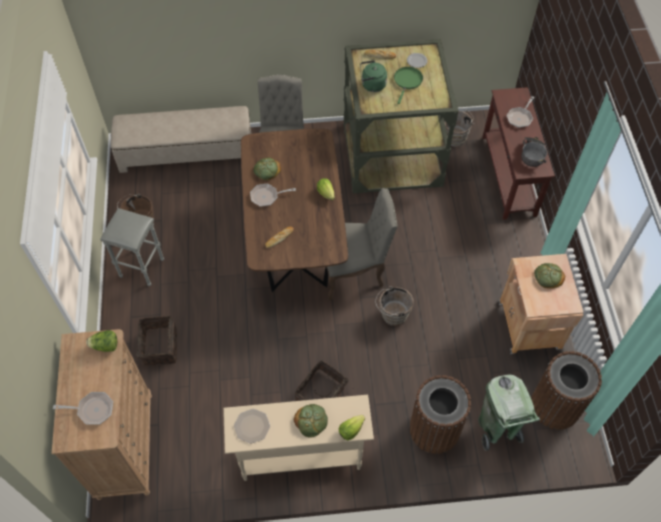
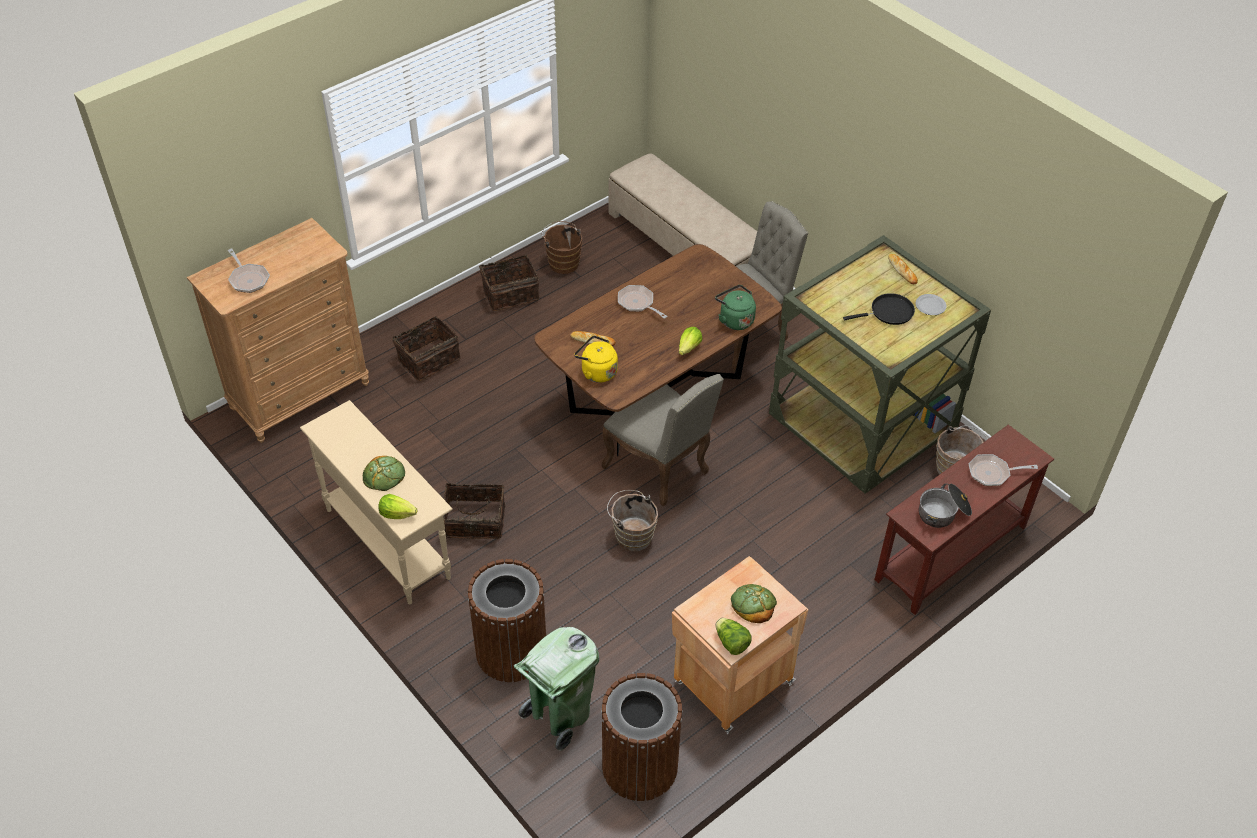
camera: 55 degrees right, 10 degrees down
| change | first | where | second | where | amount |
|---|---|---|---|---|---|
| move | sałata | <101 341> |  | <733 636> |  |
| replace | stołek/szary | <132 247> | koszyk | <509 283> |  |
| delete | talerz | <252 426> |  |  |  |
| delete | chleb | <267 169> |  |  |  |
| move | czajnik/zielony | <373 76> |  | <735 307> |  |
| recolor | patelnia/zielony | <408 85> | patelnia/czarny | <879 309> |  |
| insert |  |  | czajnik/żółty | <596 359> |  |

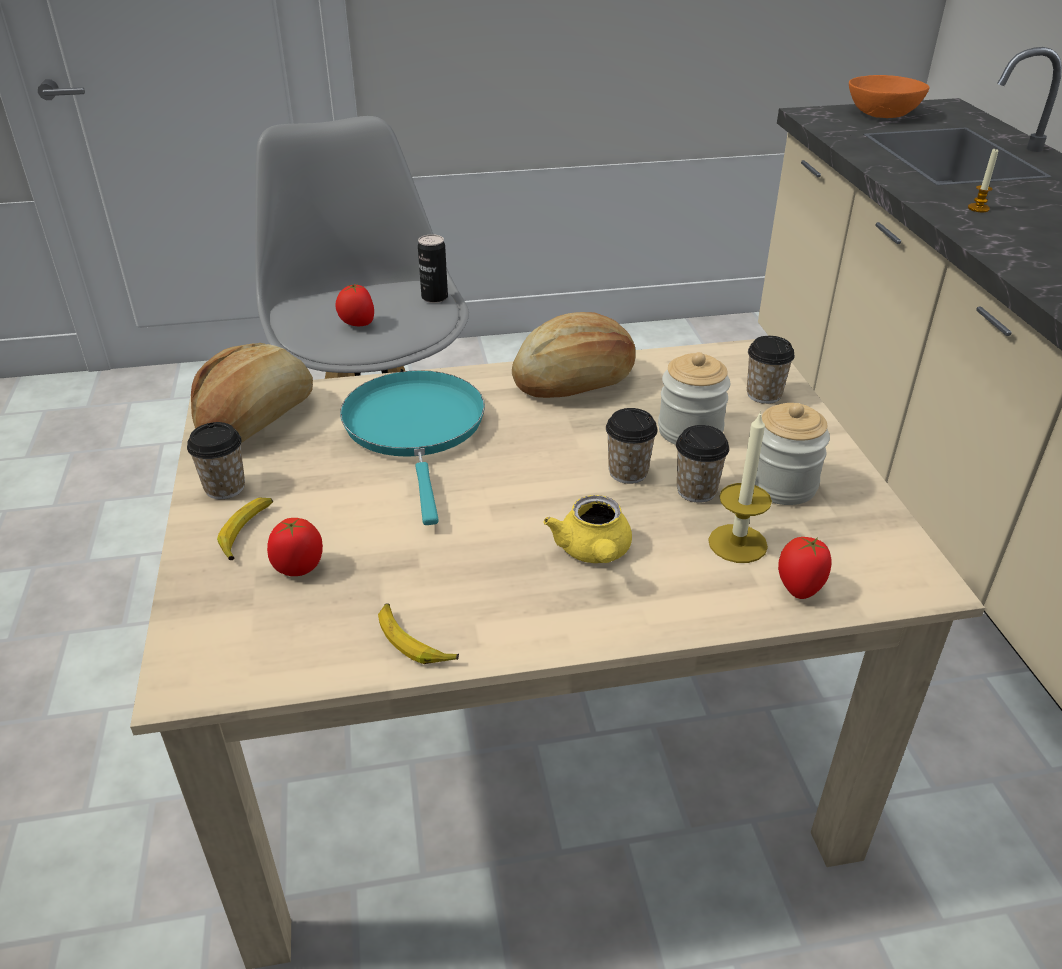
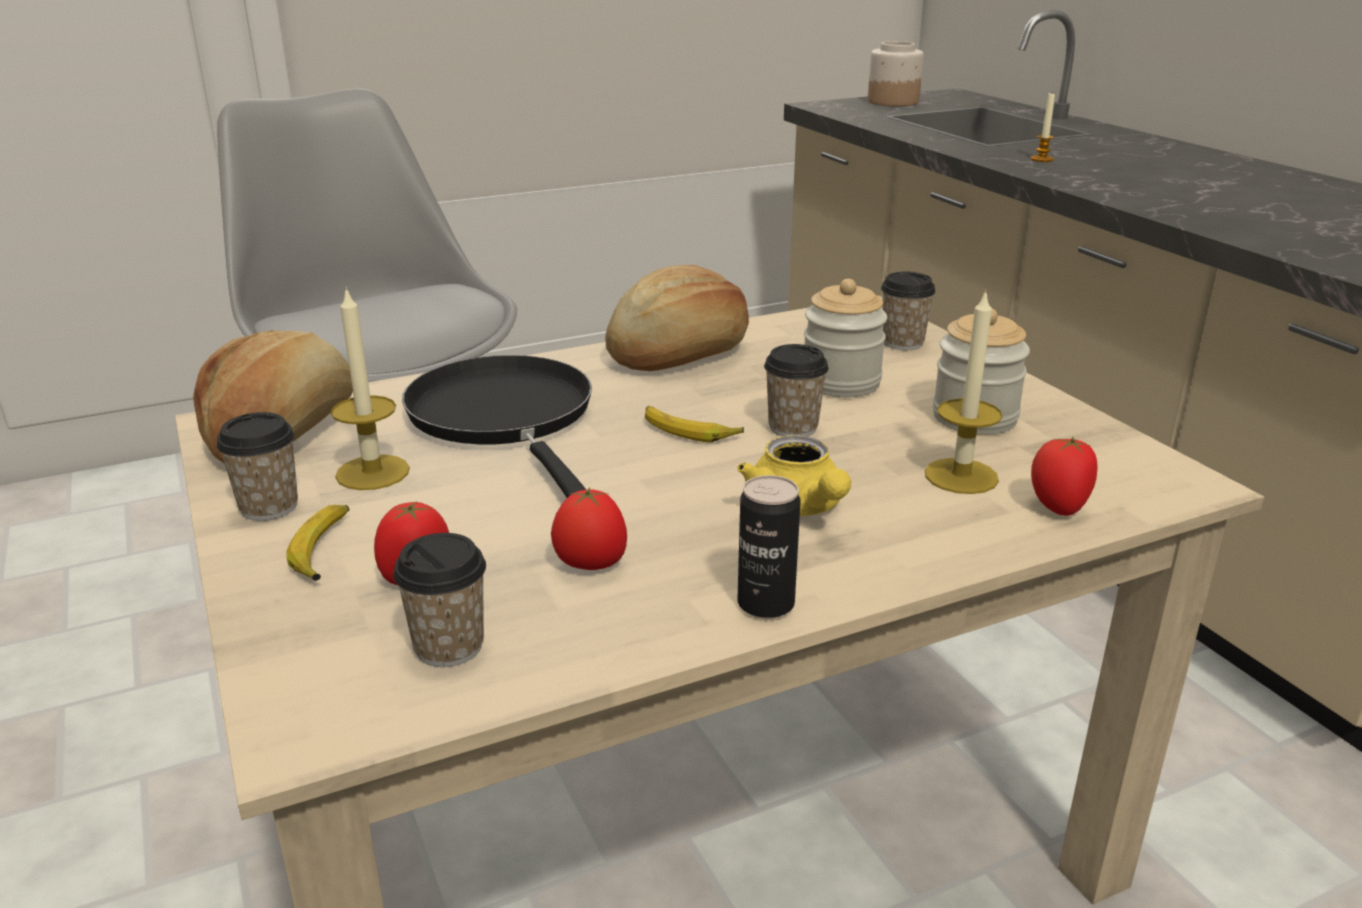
camera: 15 degrees left, 10 degrees down
| change | first | where | second | where | amount |
|---|---|---|---|---|---|
| move | pomidor | <354 305> |  | <589 528> |  |
| recolor | patelnia/turkusowy | <412 447> | patelnia/czarny | <497 426> |  |
| move | banan | <418 633> |  | <694 424> |  |
| move | puszka | <433 268> |  | <769 546> |  |
| move | filiżanka | <702 464> |  | <439 600> |  |
| replace | miska/pomarańczowy | <889 96> | słoik | <896 73> |  |
| insert |  |  | świeca | <370 388> |  |

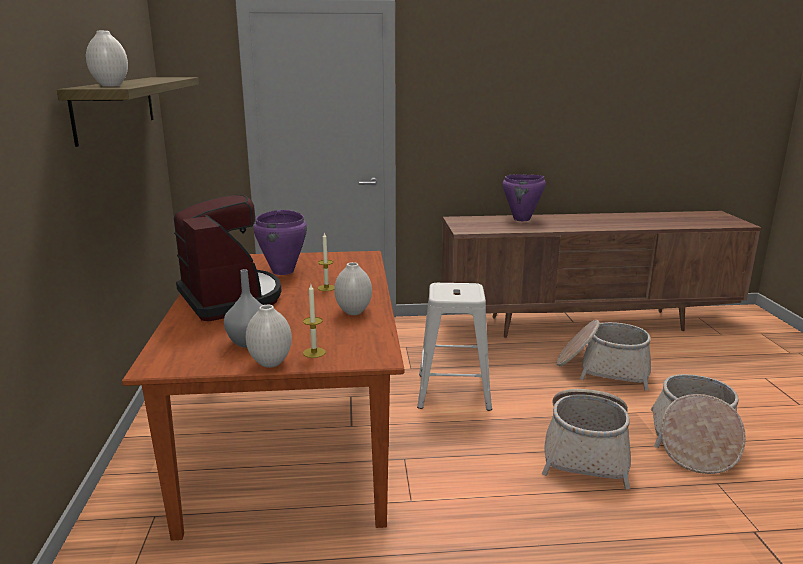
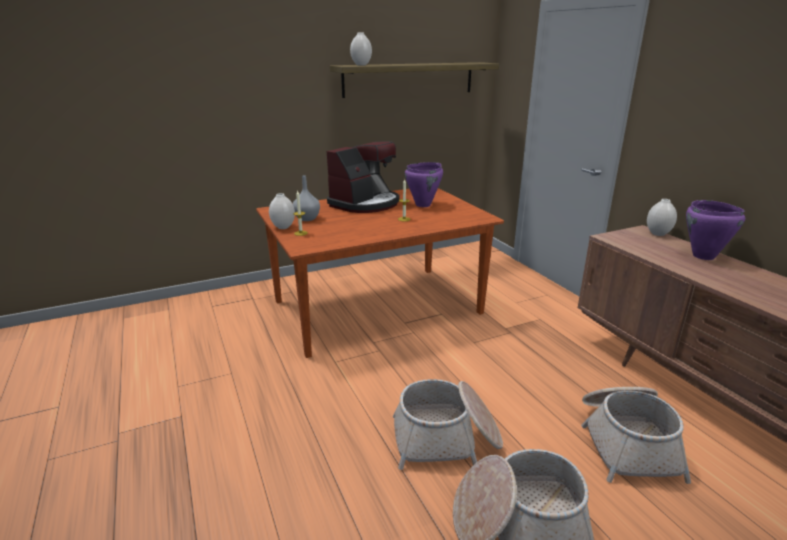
camera: 70 degrees right, 5 degrees up
| change | first | where | second | where | amount |
|---|---|---|---|---|---|
| move | wazon/biały | <353 288> |  | <662 217> |  |
| delete | stołek/biały | <454 347> |  |  |  |

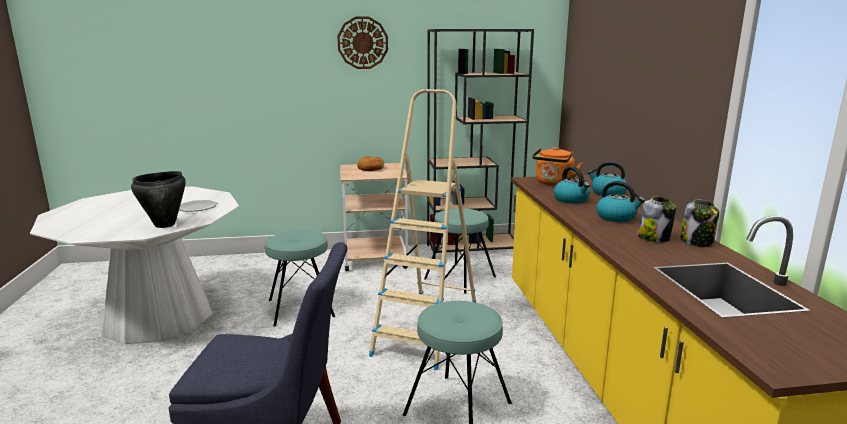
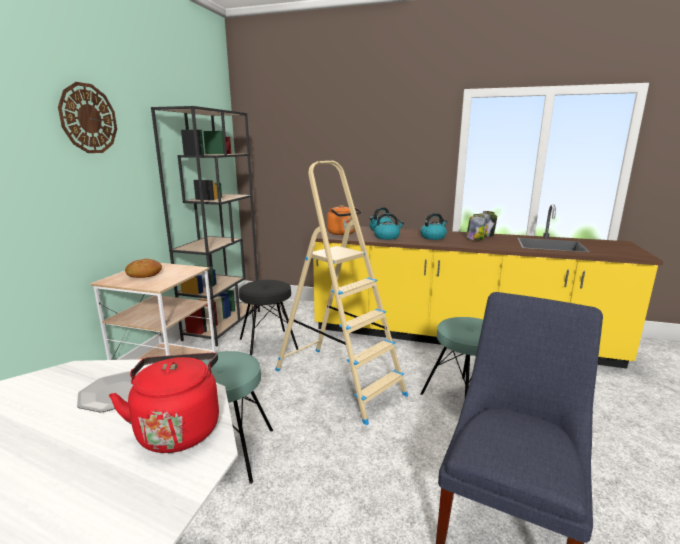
camera: 65 degrees left, 0 degrees up
| change | first | where | second | where | amount |
|---|---|---|---|---|---|
| replace | garnek/czarny | <158 199> | czajnik/czerwony | <164 403> |  |
| recolor | stołek/turkusowy | <460 251> | stołek/czarny | <268 317> |  |

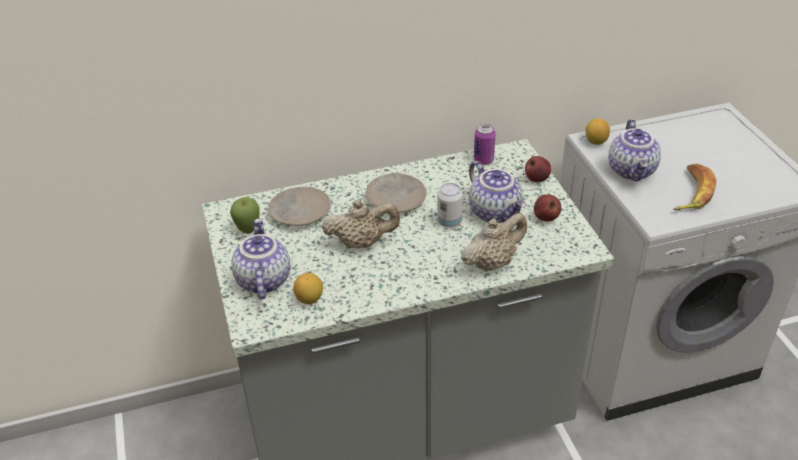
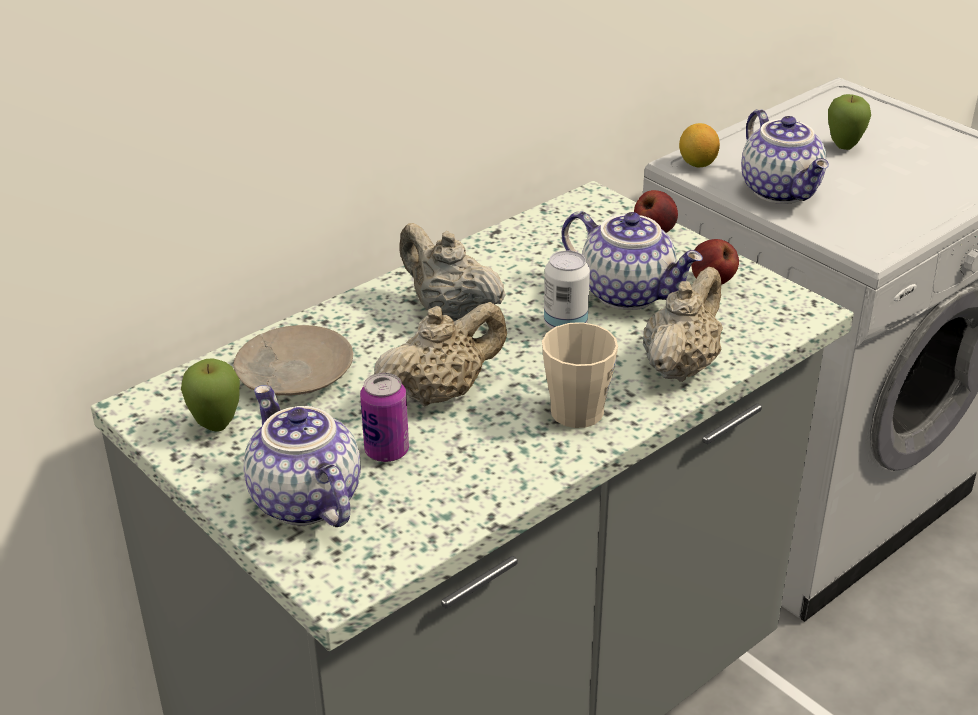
camera: 25 degrees left, 5 degrees down
| change | first | where | second | where | amount |
|---|---|---|---|---|---|
| delete | cytryna | <308 288> |  |  |  |
| replace | talerz/beżowy | <396 192> | imbryk/beżowy | <453 272> |  |
| move | puszka | <485 144> |  | <384 417> |  |
| delete | banan | <695 187> |  |  |  |
| insert |  |  | kubek/beżowy | <580 375> |  |
| insert |  |  | jabłko | <849 122> |  |

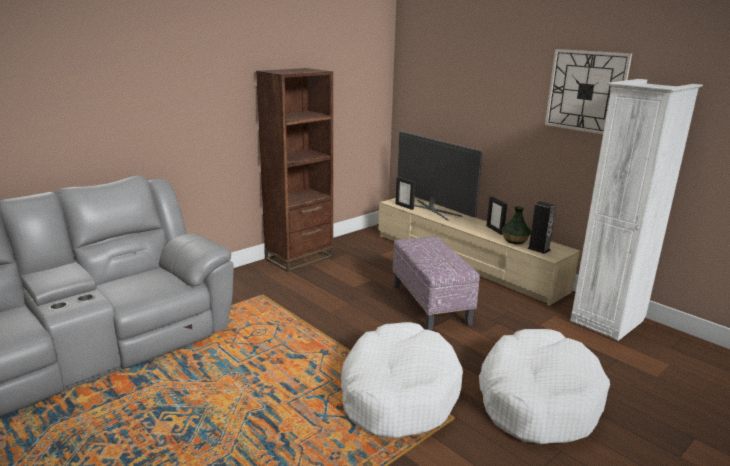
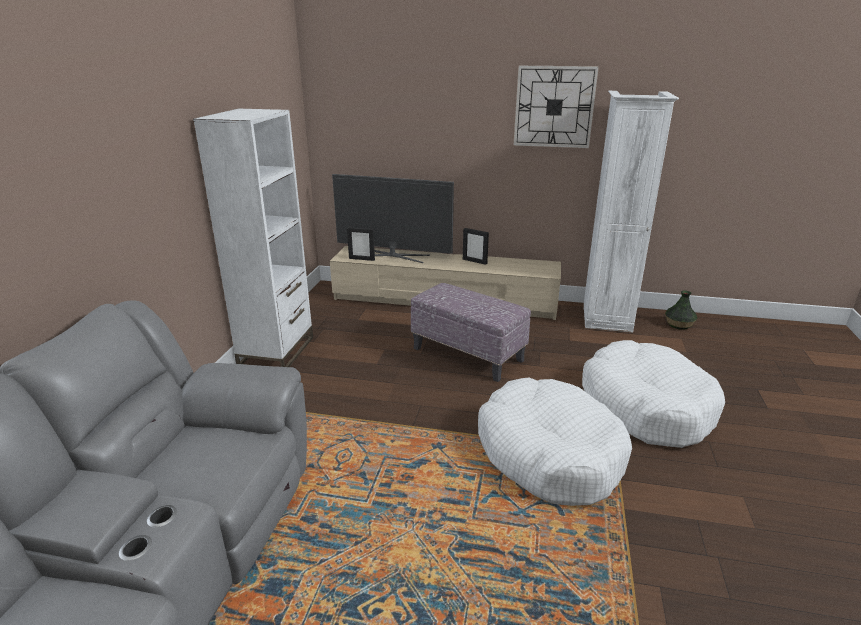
camera: 35 degrees left, 5 degrees up
| change | first | where | second | where | amount |
|---|---|---|---|---|---|
| recolor | regał/brązowy | <294 170> | regał/biały | <253 238> |  |
| move | wazon | <516 225> |  | <681 309> |  |
| delete | głośnik | <541 227> |  |  |  |

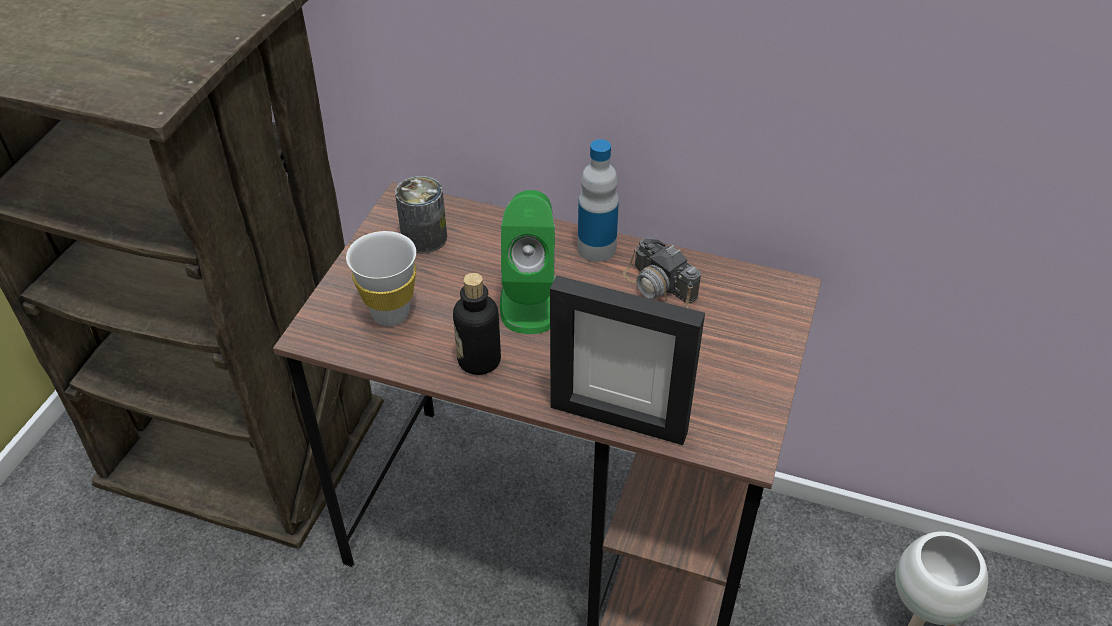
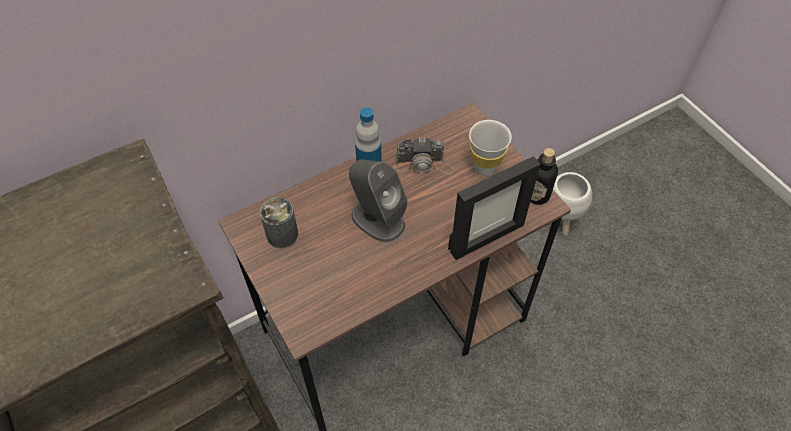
camera: 50 degrees left, 10 degrees up
| change | first | where | second | where | amount |
|---|---|---|---|---|---|
| move | filiżanka/biały | <381 278> |  | <490 148> |  |
| move | butelka | <477 324> |  | <544 176> |  |
| recolor | głośnik/zielony | <528 262> | głośnik/szary | <378 200> |  |

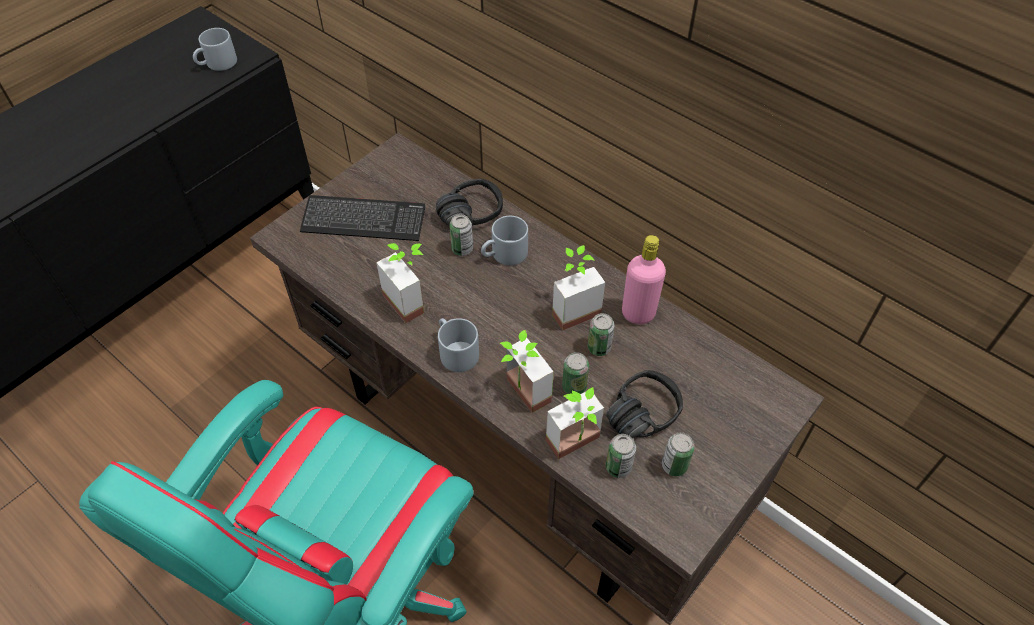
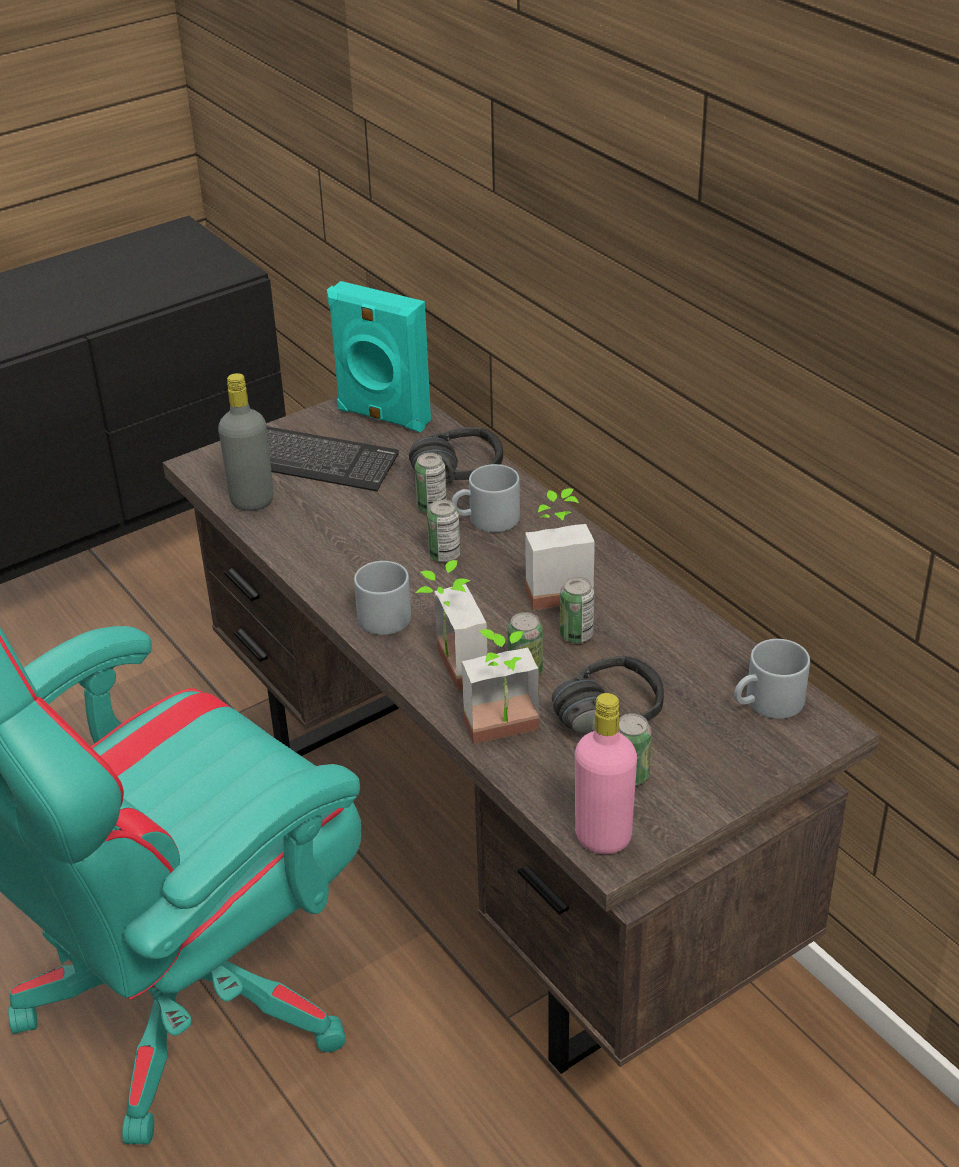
camera: 15 degrees right, 15 degrees down
| change | first | where | second | where | amount |
|---|---|---|---|---|---|
| move | kubek/szary | <215 49> |  | <772 679> |  |
| delete | roślina doniczkowa | <400 283> |  |  |  |
| move | puszka | <621 456> |  | <443 531> |  |
| move | butelka/różowy | <644 279> |  | <606 773> |  |
| insert |  |  | butelka/szary | <246 442> |  |
| insert |  |  | głośnik/turkusowy | <379 356> |  |

